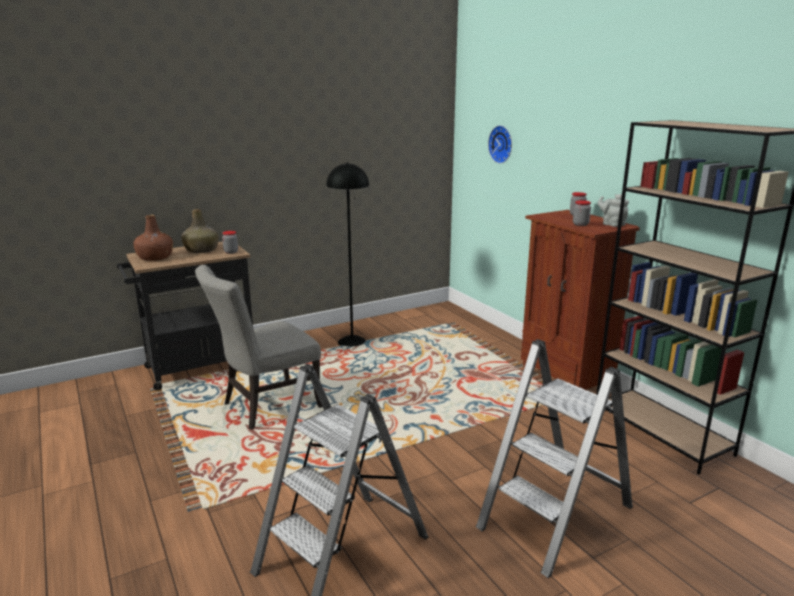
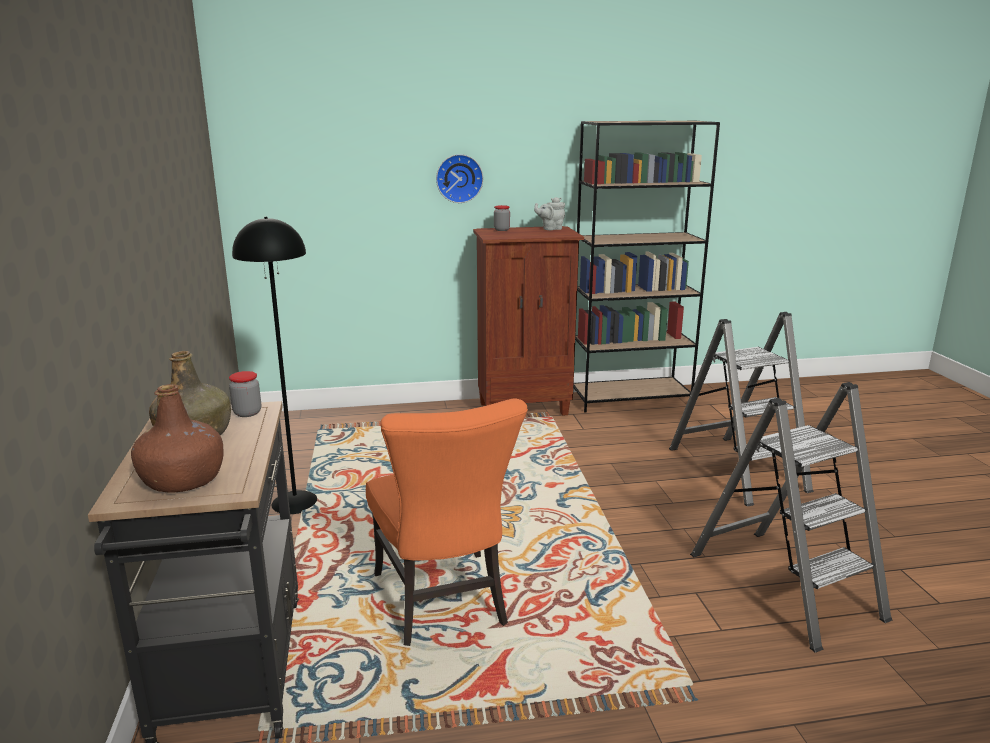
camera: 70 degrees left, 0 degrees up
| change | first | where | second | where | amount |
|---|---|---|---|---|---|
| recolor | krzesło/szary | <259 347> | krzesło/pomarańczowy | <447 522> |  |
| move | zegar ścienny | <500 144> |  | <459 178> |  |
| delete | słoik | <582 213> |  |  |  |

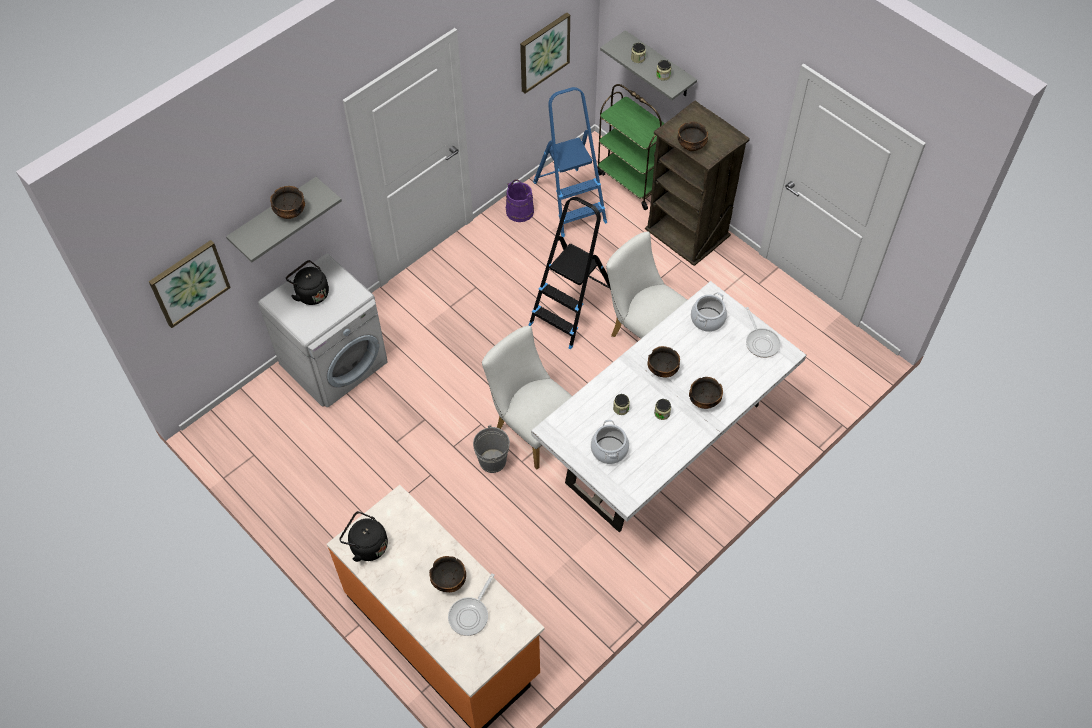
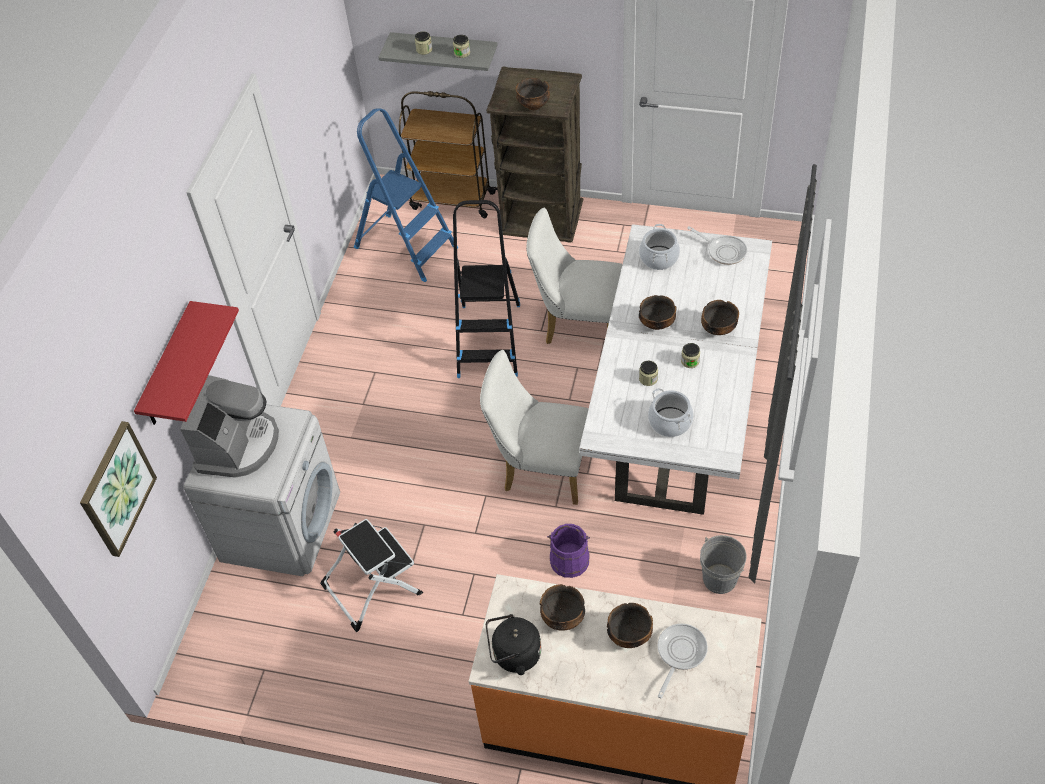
camera: 30 degrees left, 5 degrees down
| change | first | where | second | where | amount |
|---|---|---|---|---|---|
| recolor | półka/szary | <284 219> | półka/czerwony | <186 363> |  |
| move | miska | <287 202> |  | <562 607> |  |
| replace | czajnik/czarny | <307 282> | ekspres do kawy | <229 426> |  |
| rotate | patelnia | <471 604> |  | <683 661> | 150 degrees counterclockwise |
| move | wiadro/szary | <491 449> |  | <723 564> |  |
| move | wiadro/fioletowy | <520 200> |  | <568 551> |  |
| delete | obraz | <545 53> |  |  |  |
| recolor | wózek/zielony | <631 147> | wózek/brązowy | <448 154> |  |
| insert |  |  | drabinka | <371 575> |  |

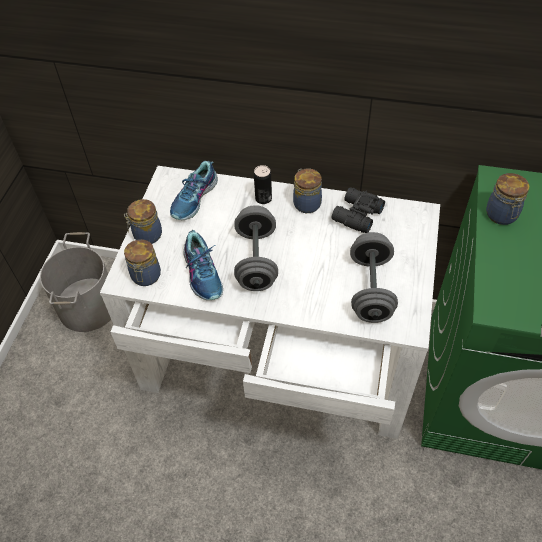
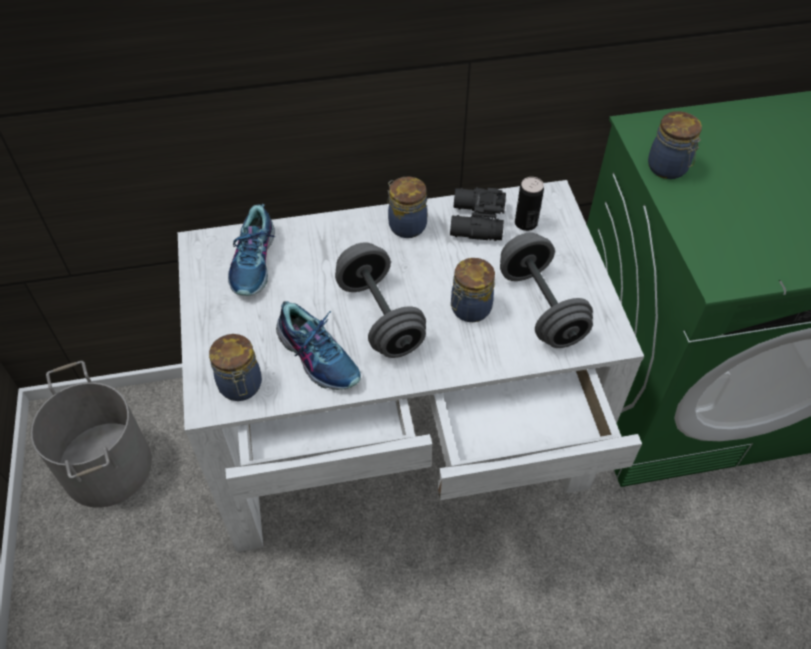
camera: 25 degrees left, 0 degrees up
| change | first | where | second | where | amount |
|---|---|---|---|---|---|
| move | słoik | <143 221> |  | <473 290> |  |
| move | puszka | <263 184> |  | <529 204> |  |

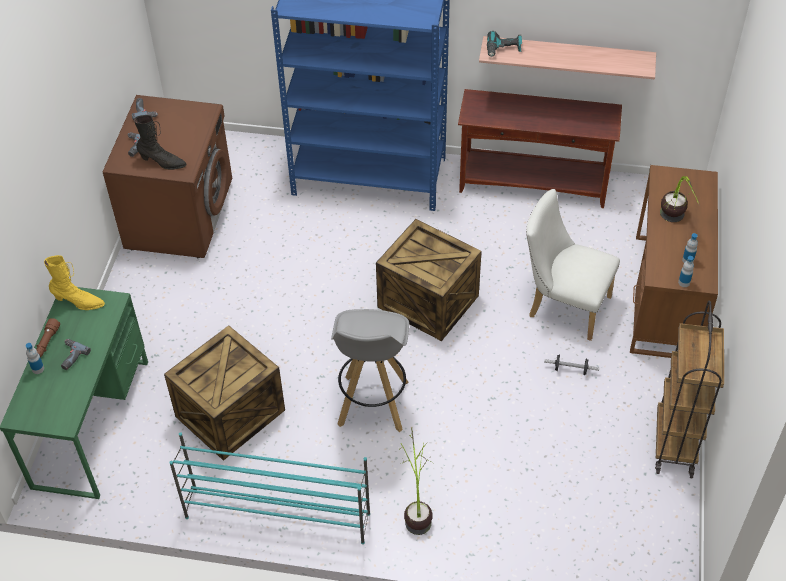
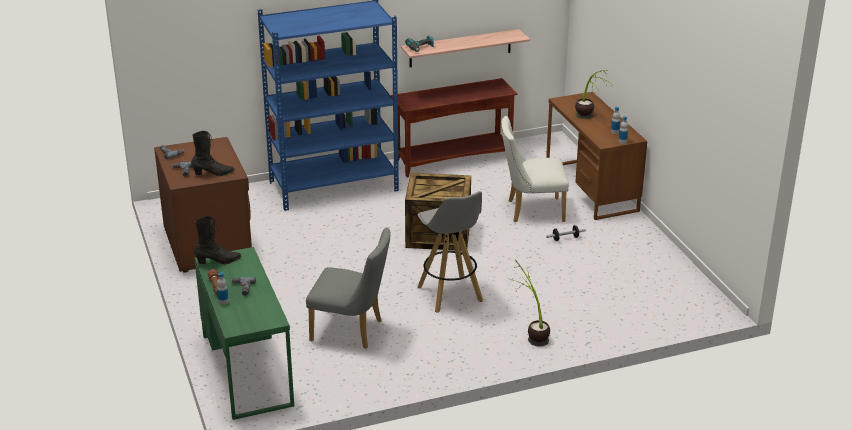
camera: 30 degrees left, 20 degrees down
| change | first | where | second | where | amount |
|---|---|---|---|---|---|
| recolor | but z cholewką/żółty | <74 282> | but z cholewką/czarny | <217 240> |  |
| replace | skrzynka | <224 393> | krzesło/szary | <348 288> |  |
| delete | regał na buty/turkusowy | <269 488> |  |  |  |
| delete | wózek/brązowy | <689 389> |  |  |  |

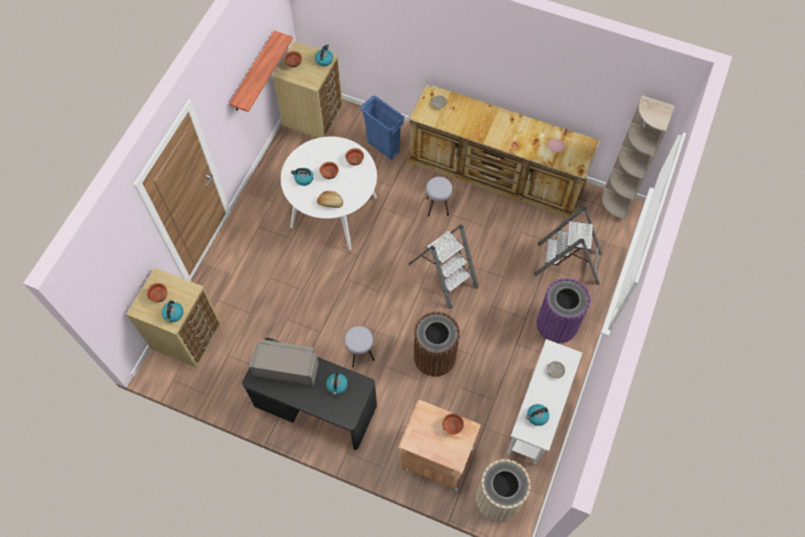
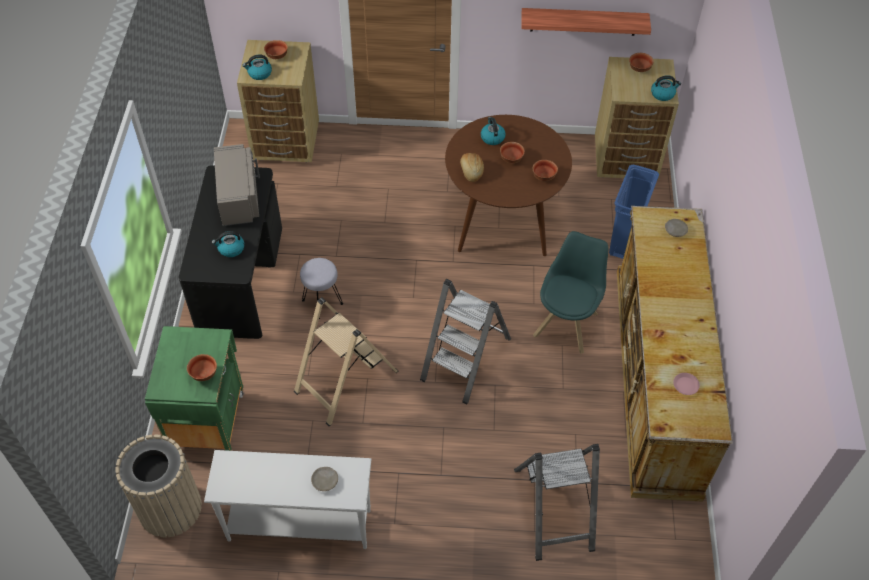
camera: 70 degrees right, 10 degrees down
| change | first | where | second | where | amount |
|---|---|---|---|---|---|
| recolor | stół jadalny/biały | <329 193> | stół jadalny/brązowy | <508 185> |  |
| recolor | wózek/brązowy | <439 446> | wózek/zielony | <195 388> |  |
| replace | kosz na śmieci/brązowy | <437 344> | drabinka/beżowy | <346 362> |  |
| replace | stołek/szary | <439 196> | krzesło/turkusowy | <570 292> |  |
| delete | czajnik | <537 415> |  |  |  |
| delete | kosz na śmieci/fioletowy | <563 310> |  |  |  |
| delete | regał/beżowy | <638 157> |  |  |  |

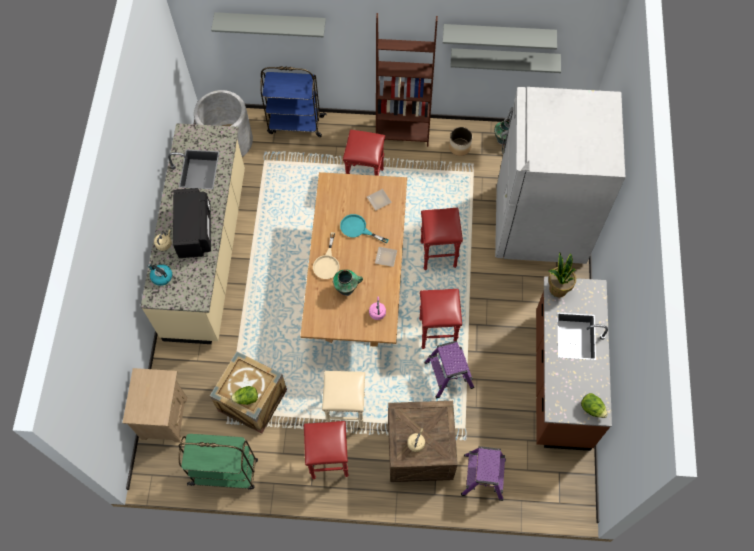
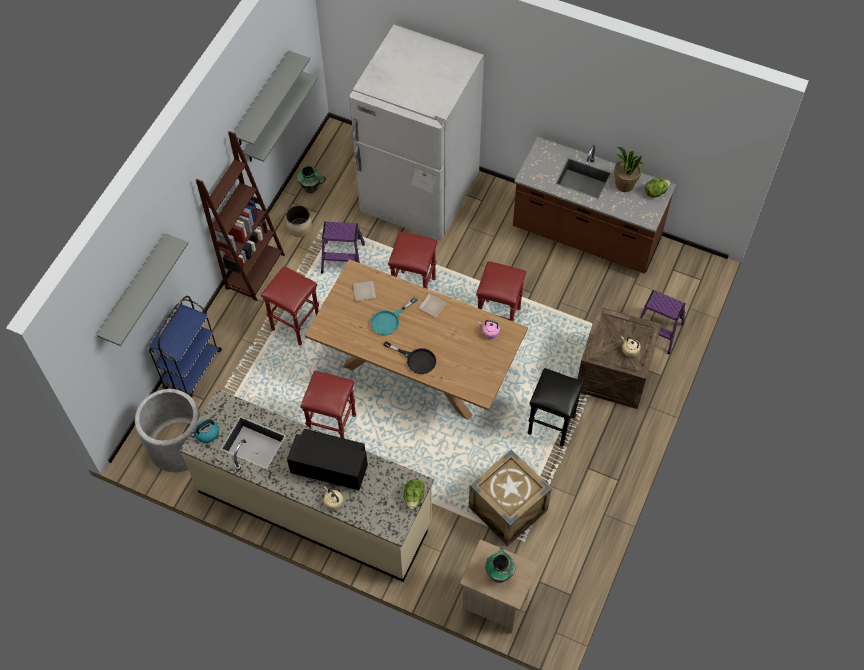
camera: 70 degrees left, 5 degrees down
| change | first | where | second | where | amount |
|---|---|---|---|---|---|
| move | czajnik | <160 275> |  | <205 431> |  |
| delete | wózek/zielony | <218 462> |  |  |  |
| move | sałata | <244 395> |  | <414 494> |  |
| move | stołek/czerwony | <326 450> |  | <328 404> |  |
| recolor | patelnia/beżowy | <326 255> | patelnia/czarny | <409 357> |  |
| recolor | stołek/beżowy | <343 400> | stołek/czarny | <556 407> |  |
| move | wazon | <348 282> |  | <500 565> |  |
| move | drabinka/fioletowy | <449 369> |  | <343 247> |  |
| move | roślina doniczkowa | <562 275> |  | <629 169> |  |

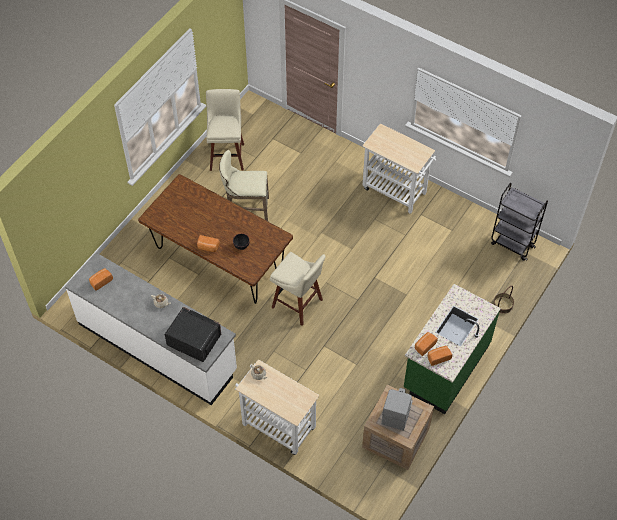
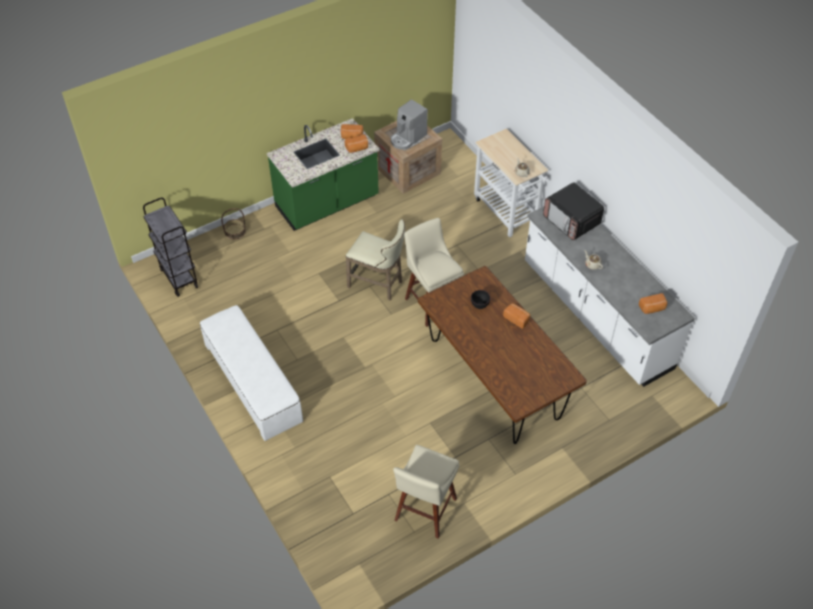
camera: 155 degrees left, 5 degrees down
| change | first | where | second | where | amount |
|---|---|---|---|---|---|
| move | stołek/beżowy | <244 185> |  | <375 260> |  |
| replace | wózek/biały | <399 169> | ławka/biały | <251 373> |  |

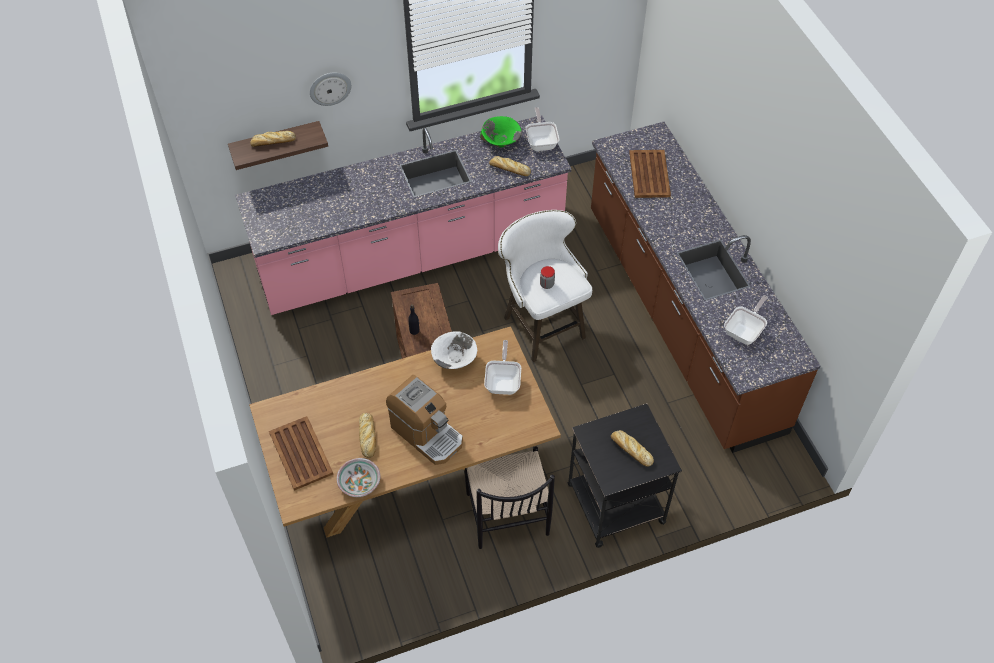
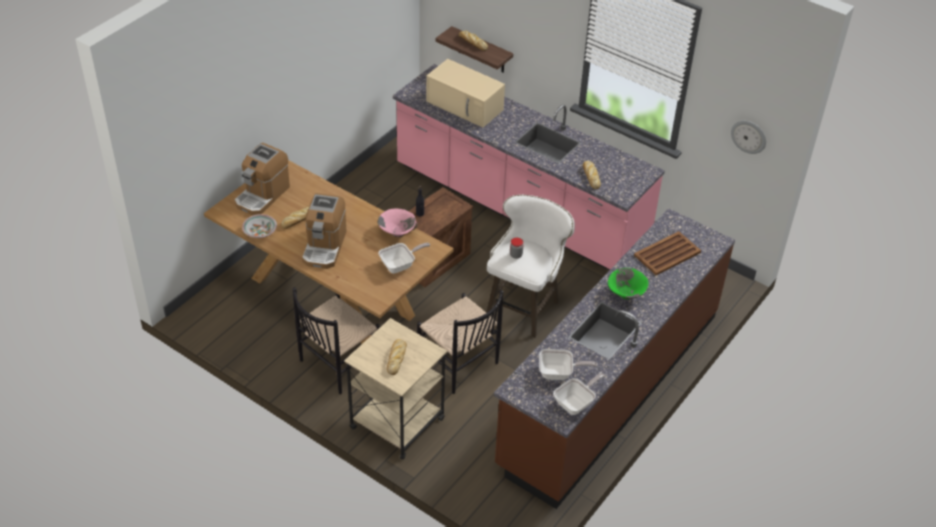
camera: 55 degrees right, 10 degrees down
| change | first | where | second | where | amount |
|---|---|---|---|---|---|
| replace | taca/brązowy | <301 453> | ekspres do kawy | <262 179> |  |
| move | zegar ścienny | <330 89> |  | <748 137> |  |
| recolor | miska/biały | <454 350> | miska/różowy | <397 222> |  |
| move | miska/zielony | <501 131> |  | <628 283> |  |
| move | patelnia | <542 129> |  | <579 394> |  |
| recolor | wózek/czarny | <625 475> | wózek/beżowy | <395 389> |  |
| insert |  |  | krzesło/czarny | <460 342> |  |
| insert |  |  | mikrofalówka/beżowy | <465 93> |  |

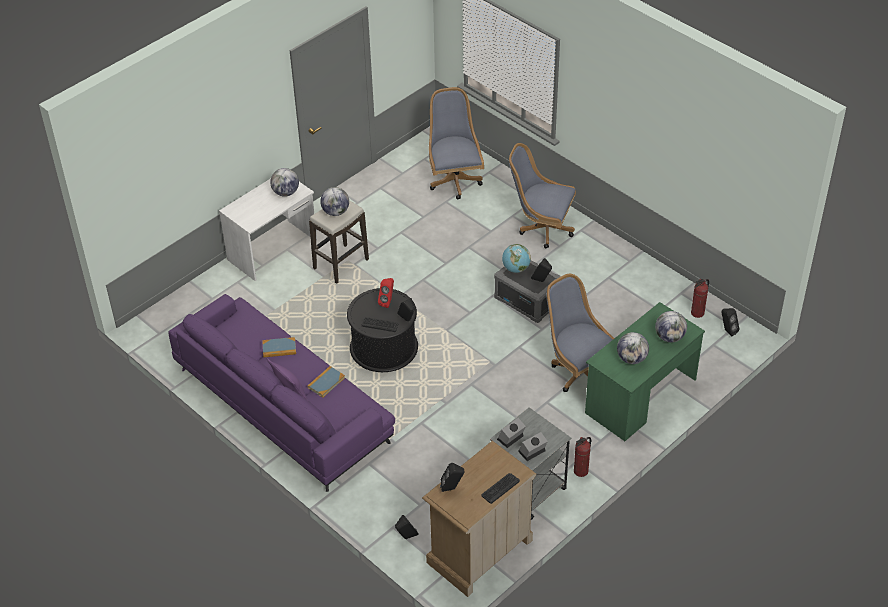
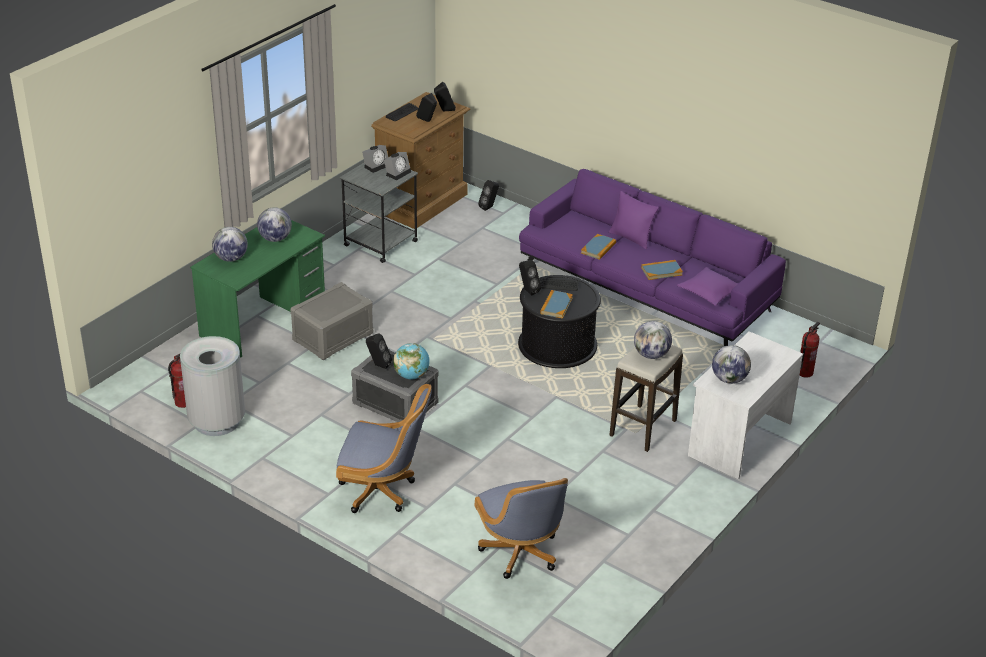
camera: 170 degrees right, 10 degrees down
| change | first | where | second | where | amount |
|---|---|---|---|---|---|
| replace | głośnik/czerwony | <386 293> | książka | <556 304> |  |
| replace | krzesło biurowe/niebieski | <580 333> | pojemnik do przechowywania/szary | <331 321> |  |
| move | gaśnica | <582 457> |  | <810 350> |  |
| move | głośnik/czarny | <731 322> |  | <426 107> |  |
| insert |  |  | kosz na śmieci/szary | <212 386> |  |
| insert |  |  | poduszka/fioletowy | <707 286> |  |

